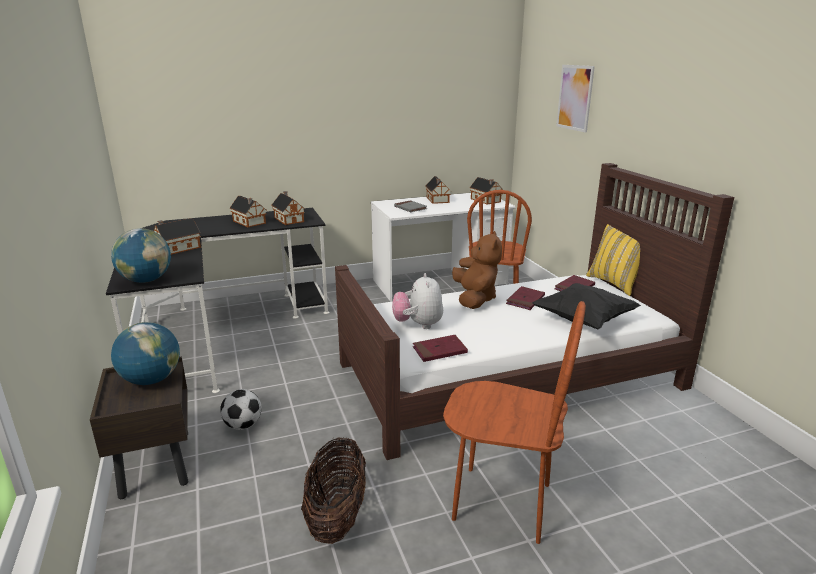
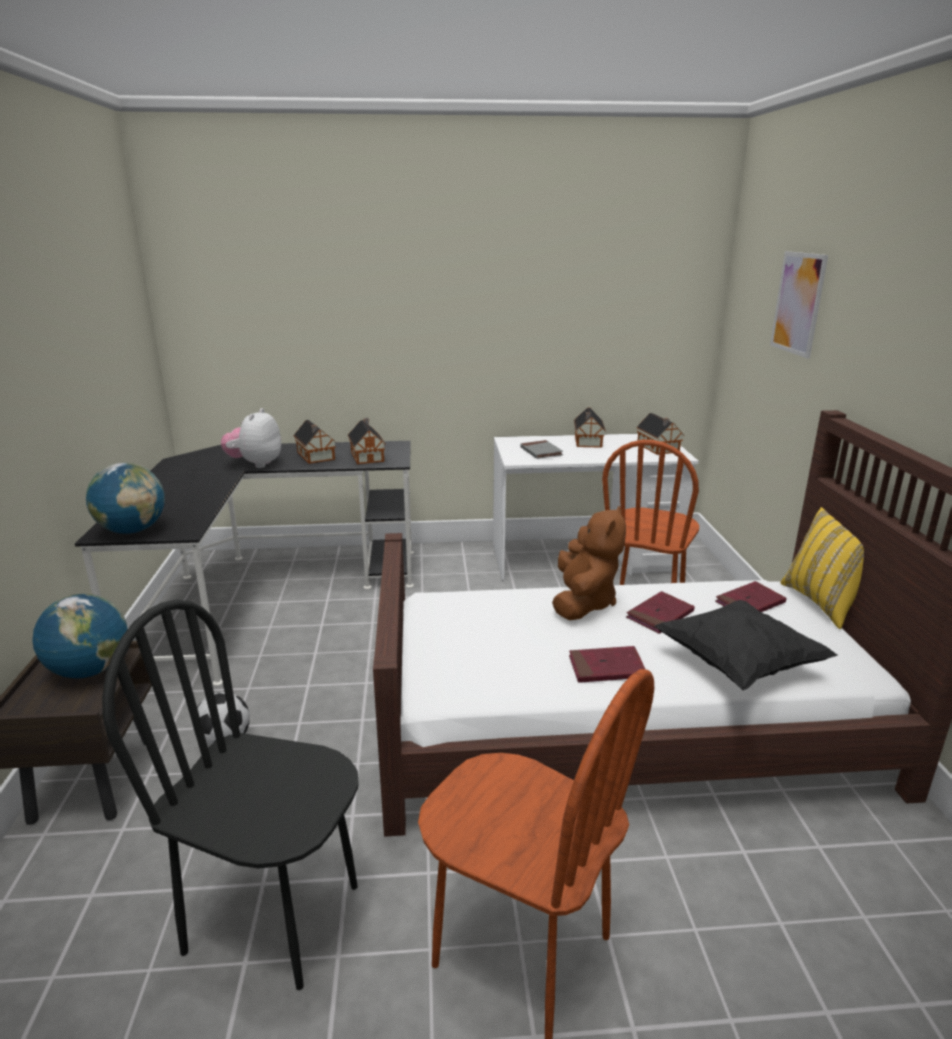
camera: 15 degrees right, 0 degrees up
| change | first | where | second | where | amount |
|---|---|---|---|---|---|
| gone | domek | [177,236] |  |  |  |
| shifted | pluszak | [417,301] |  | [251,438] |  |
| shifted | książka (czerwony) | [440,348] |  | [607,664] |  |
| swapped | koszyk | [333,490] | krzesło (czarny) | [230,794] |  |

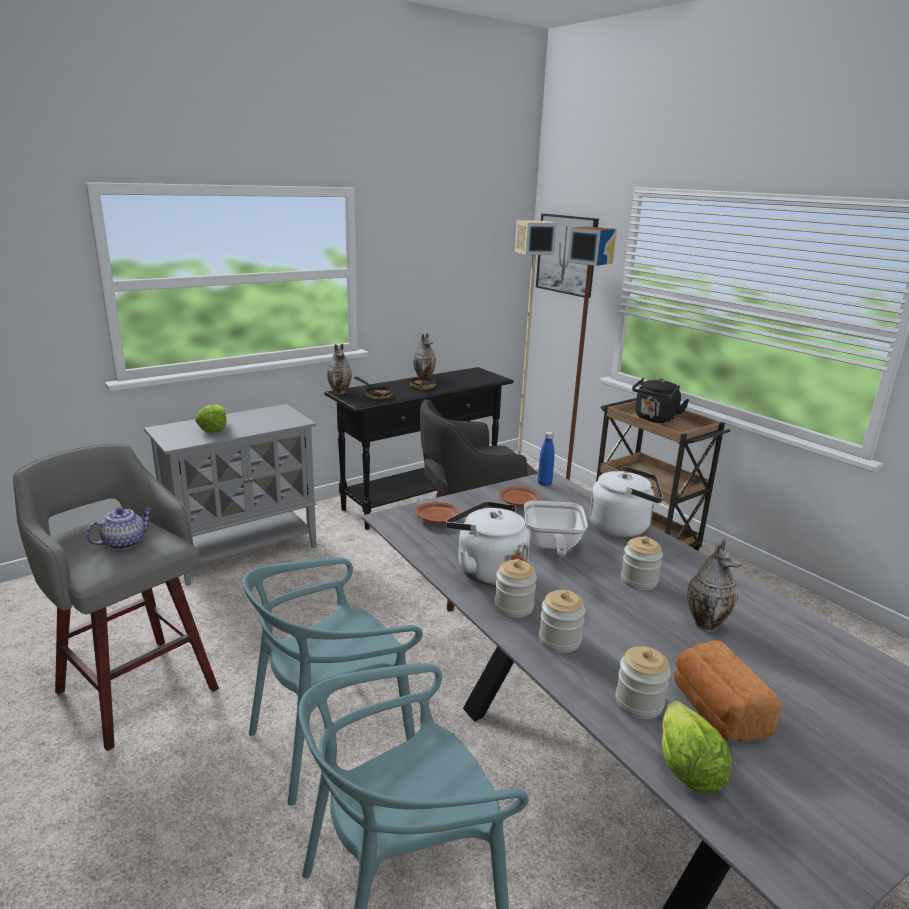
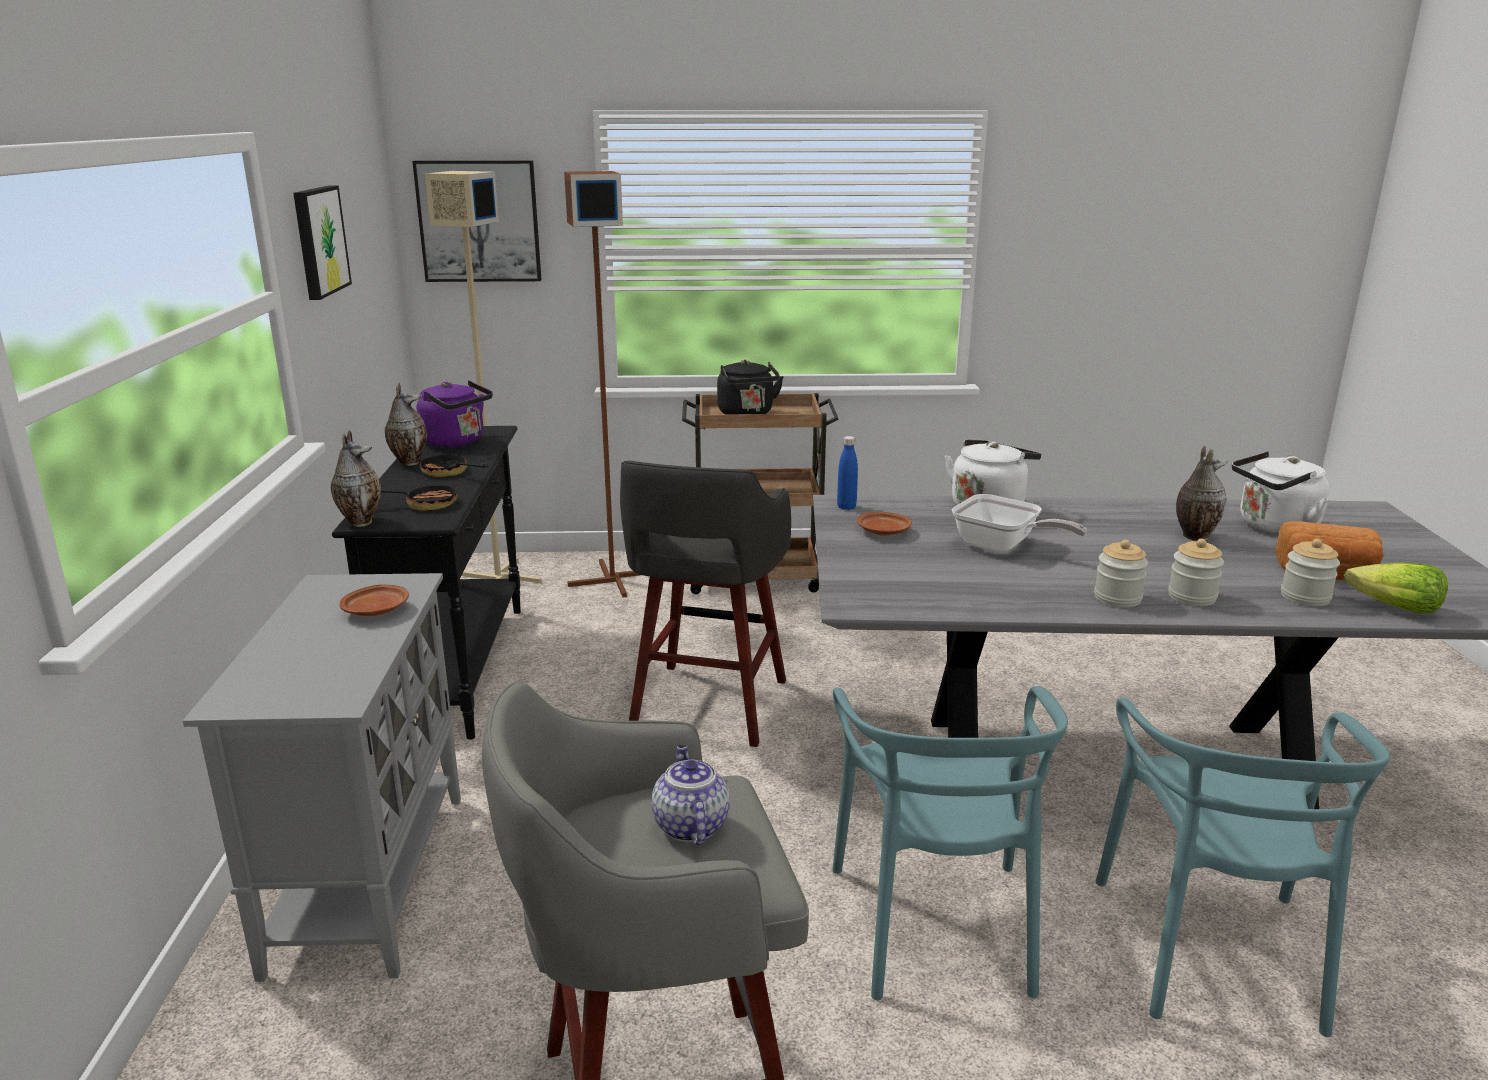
camera: 55 degrees left, 0 degrees up
| change | first | where | second | where | amount |
|---|---|---|---|---|---|
| gone | sałata | [211,418] |  |  |  |
| gone | słoik | [642,563] |  |  |  |
| new |  |  | obraz | [322,243] |  |
| new |  |  | czajnik (fioletowy) | [455,413] |  |
| shifted | talerz (brązowy) | [437,512] |  | [374,600] |  |
| shifted | czajnik (biały) | [488,543] |  | [1280,492] |  |

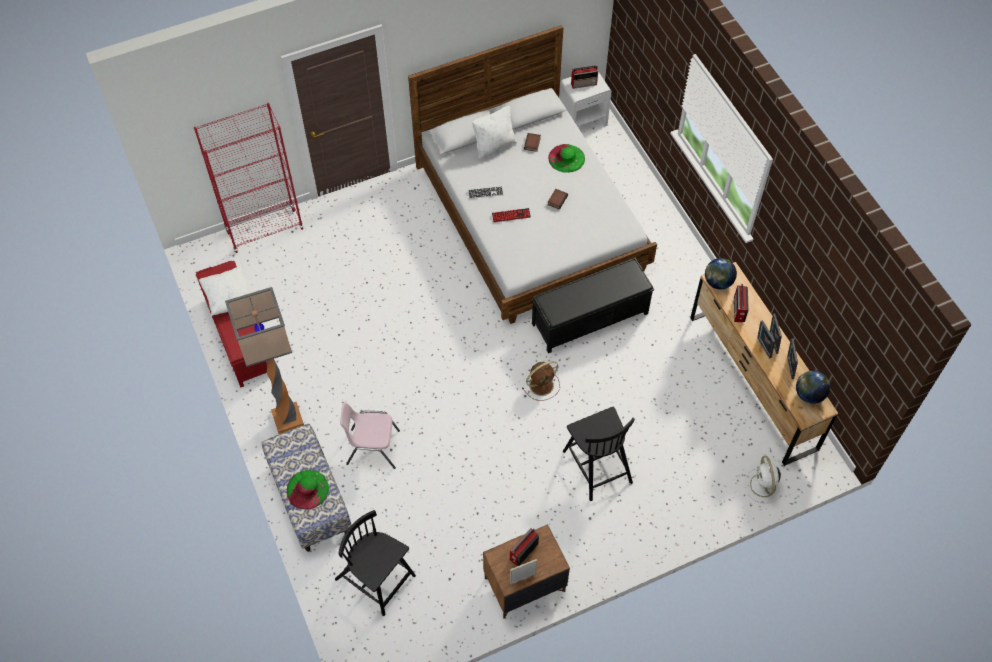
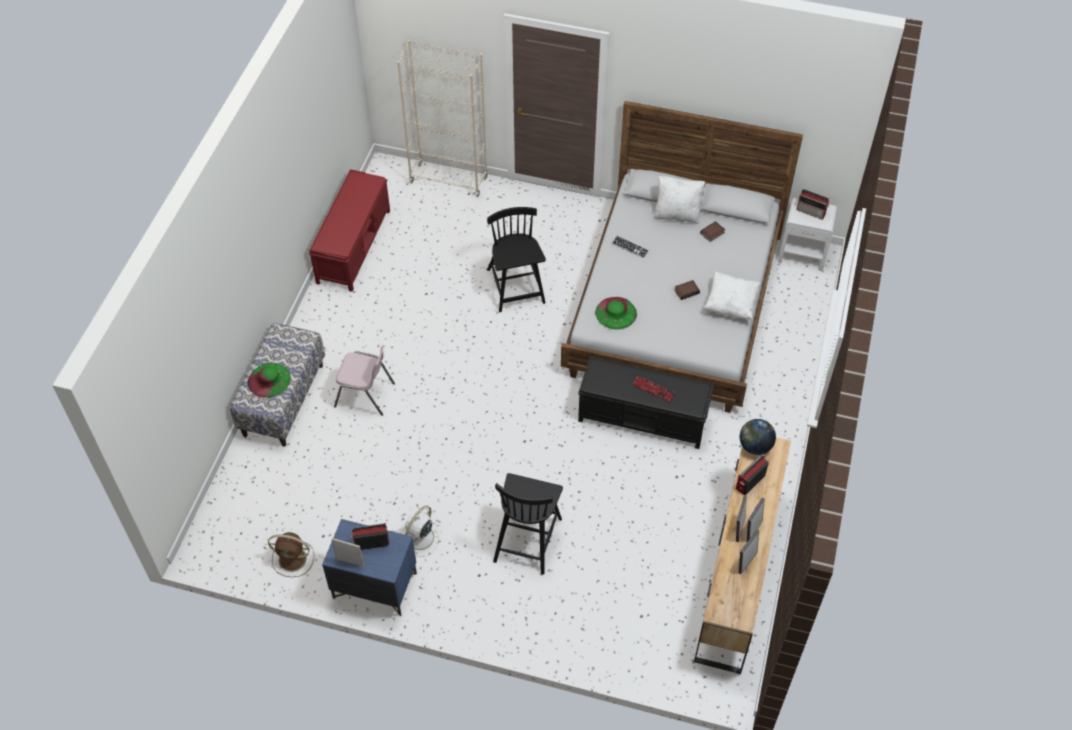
camera: 40 degrees right, 5 degrees down
| change | first | where | second | where | amount |
|---|---|---|---|---|---|
| gone | lampa stojąca | [264,360] |  |  |  |
| gone | globus | [813,387] |  |  |  |
| shifted | poduszka (biały) | [225,290] |  | [732,295] |  |
| shifted | krzesło (czarny) | [375,563] |  | [516,259] |  |
| shifted | klawiatura | [511,215] |  | [654,389] |  |
| shifted | wentylator (brązowy) | [541,381] |  | [291,554] |  |
| shifted | kapelusz (zielony) | [566,158] |  | [616,313] |  |
| shifted | wentylator (biały) | [764,479] |  | [419,531] |  |
| repainted | regał (czerwony) | [249,178] | regał (beżowy) | [442,118] |  |
| repainted | szafka nocna (brązowy) | [526,571] | szafka nocna (niebieski) | [369,567] |  |
| rotated | krzesło (różowy) | [370,435] |  | [364,380] | 150 degrees clockwise |

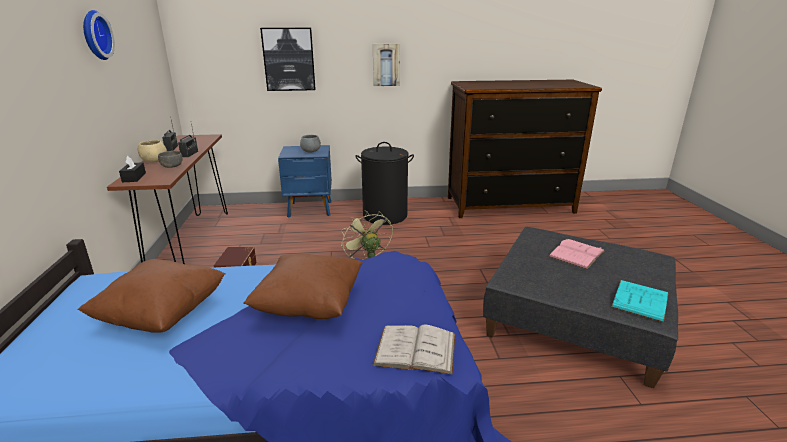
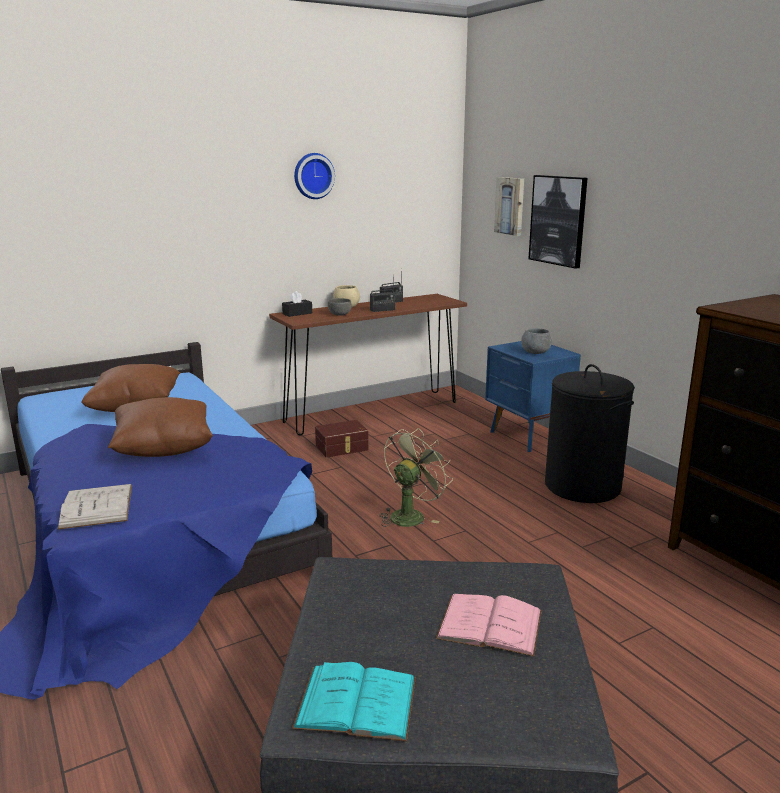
camera: 65 degrees right, 5 degrees down
| change | first | where | second | where | amount |
|---|---|---|---|---|---|
| shifted | obraz | [386,65] |  | [509,206] |  |

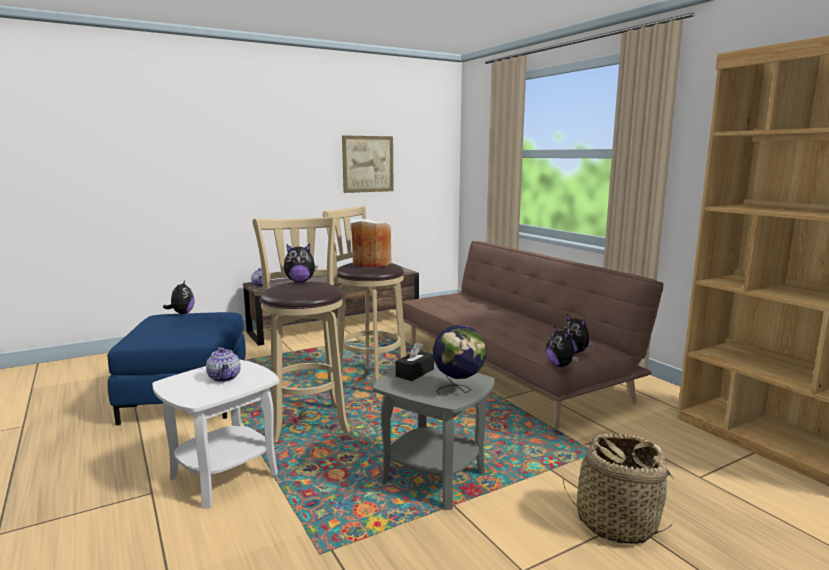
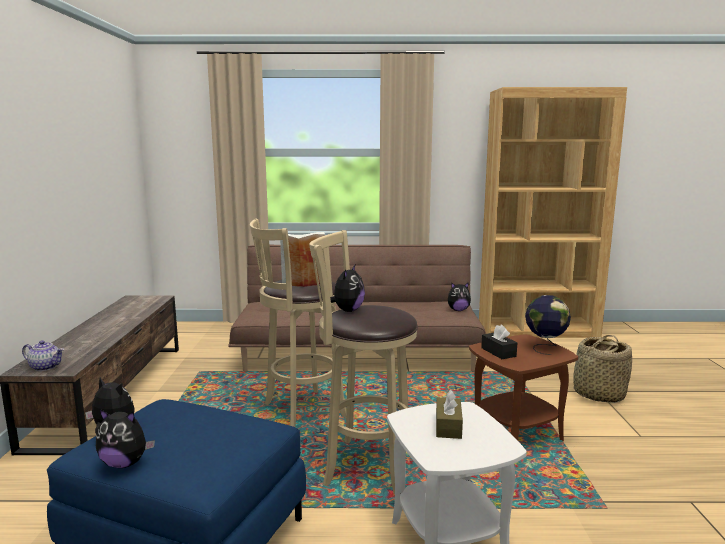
camera: 60 degrees left, 0 degrees up
| change | first | where | second | where | amount |
|---|---|---|---|---|---|
| gone | obraz | [368,164] |  |  |  |
| shifted | pluszak | [562,346] |  | [125,438] |  |
| swapped | imbryk | [223,364] | pudełko chusteczek (brązowy) | [449,414] |  |
| repainted | stolik (szary) | [434,436] | stolik (brązowy) | [523,388] |  |

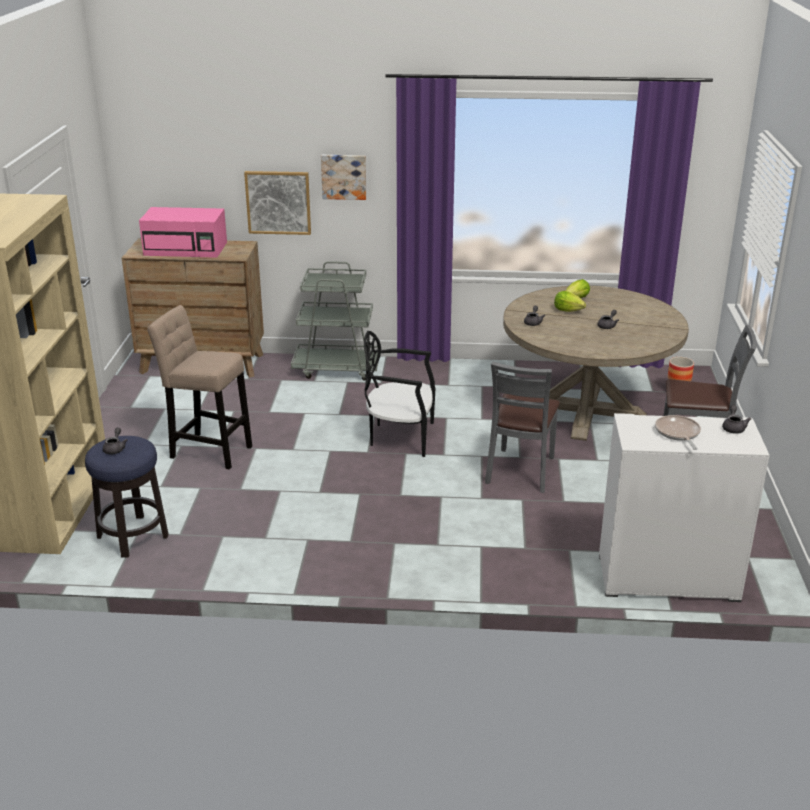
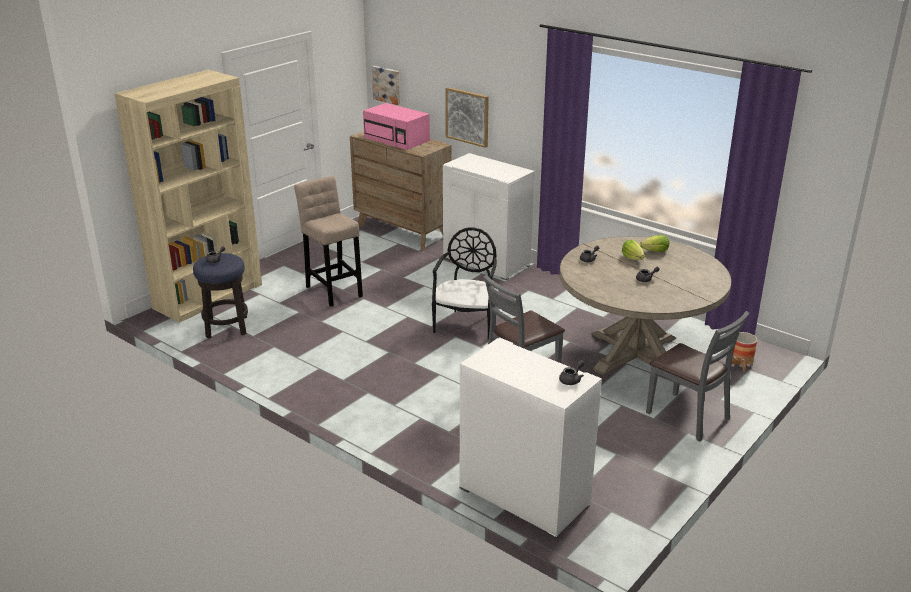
camera: 35 degrees right, 0 degrees up
| change | first | where | second | where | amount |
|---|---|---|---|---|---|
| gone | patelnia | [678,432] |  |  |  |
| shifted | obraz | [343,177] |  | [386,85] |  |
| swapped | wózek (szary) | [335,320] | szafka (biały) | [489,216] |  |
| rotated | krzesło (czarny) | [399,394] |  | [465,283] | 60 degrees clockwise |

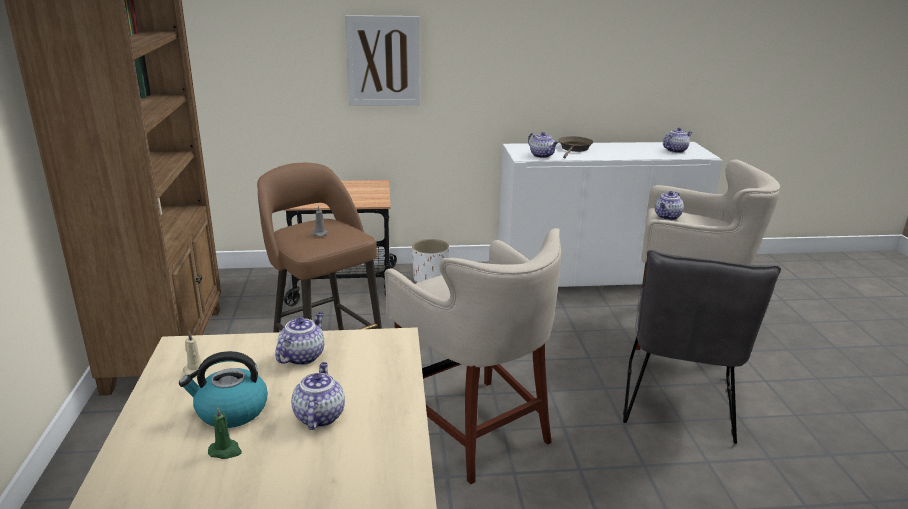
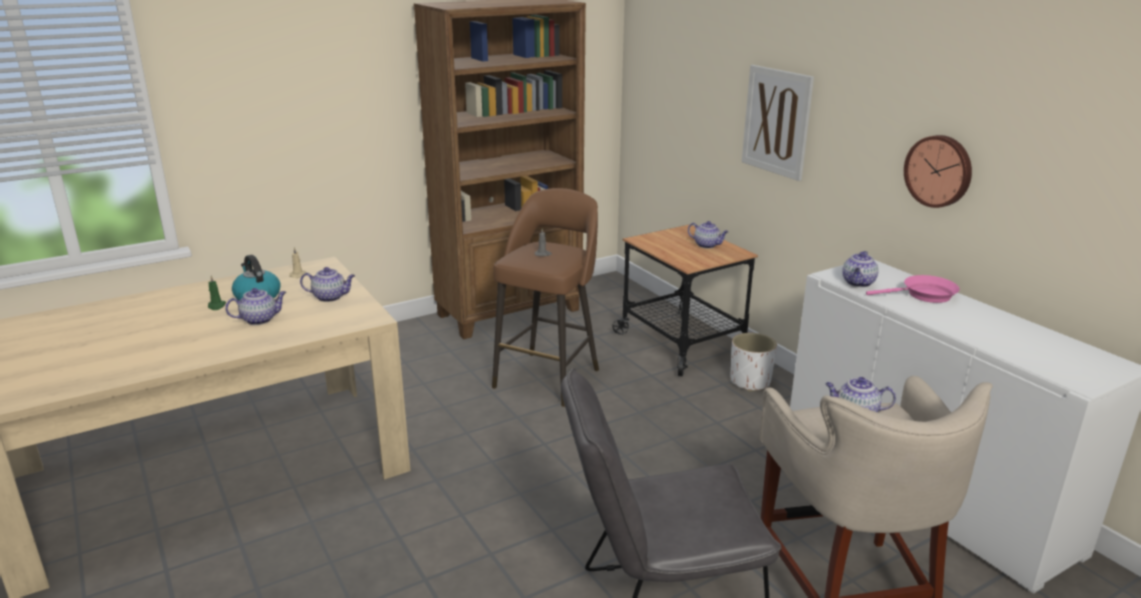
camera: 65 degrees right, 0 degrees up
| change | first | where | second | where | amount |
|---|---|---|---|---|---|
| gone | stołek (beżowy) | [472,356] |  |  |  |
| new |  |  | zegar ścienny | [938,171] |  |
| shifted | imbryk | [677,140] |  | [708,235] |  |
| repainted | patelnia (brązowy) | [575,147] | patelnia (różowy) | [913,289] |  |

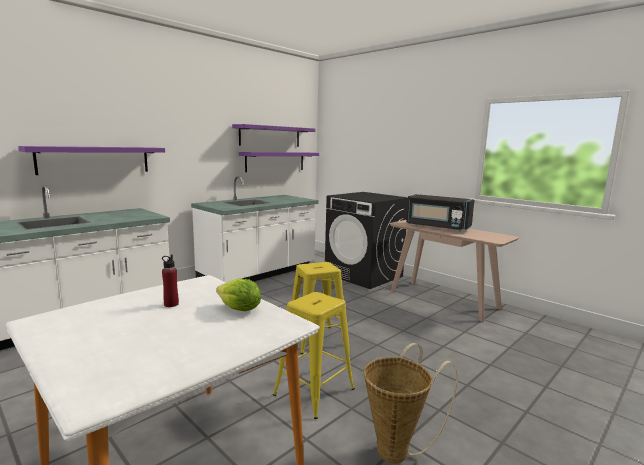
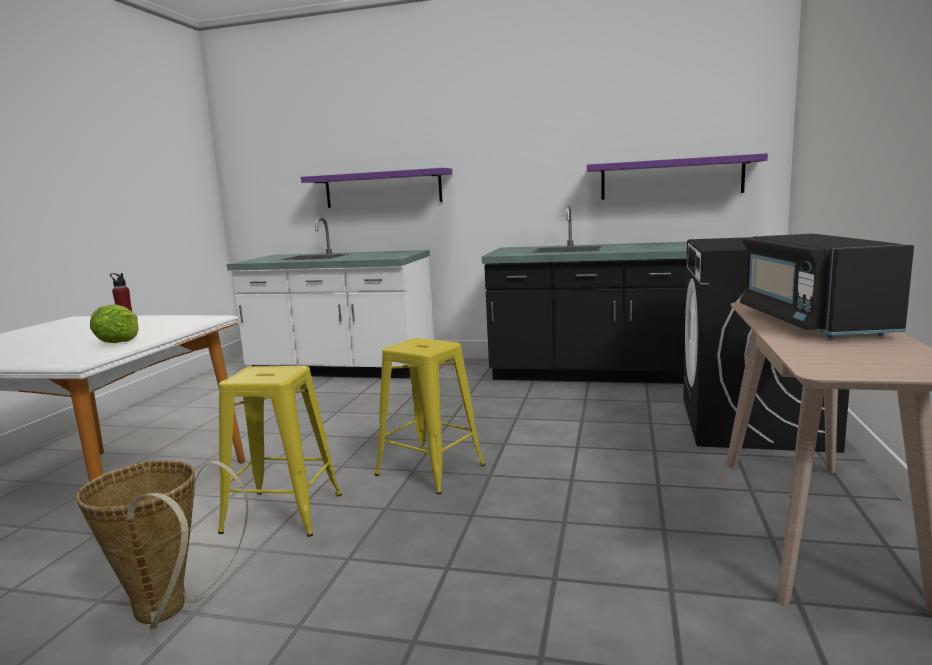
camera: 60 degrees right, 0 degrees up
| change | first | where | second | where | amount |
|---|---|---|---|---|---|
| gone | półka (fioletowy) | [273,135] |  |  |  |
| repainted | zabudowa kuchenna (biały) | [255,229] | zabudowa kuchenna (czarny) | [584,295] |  |

